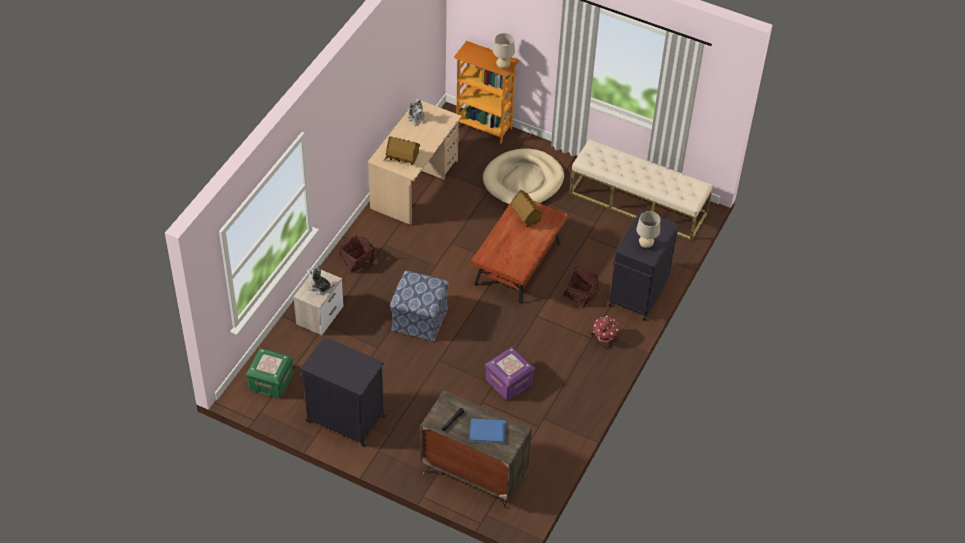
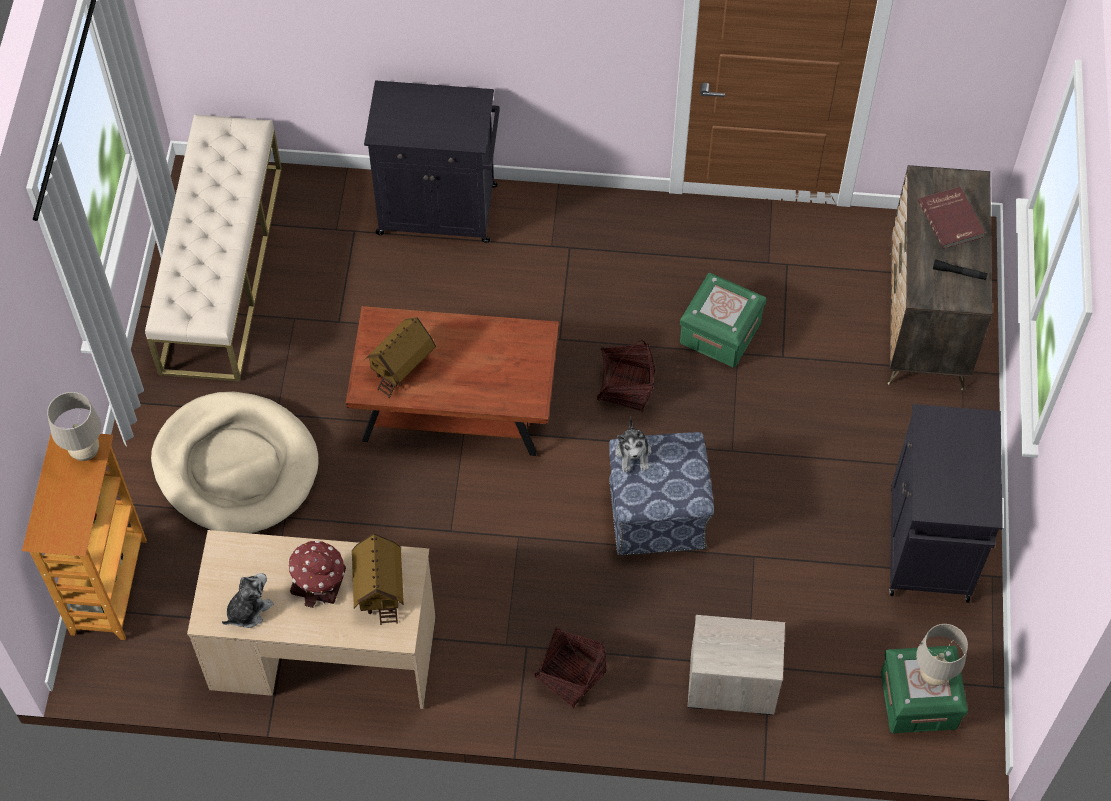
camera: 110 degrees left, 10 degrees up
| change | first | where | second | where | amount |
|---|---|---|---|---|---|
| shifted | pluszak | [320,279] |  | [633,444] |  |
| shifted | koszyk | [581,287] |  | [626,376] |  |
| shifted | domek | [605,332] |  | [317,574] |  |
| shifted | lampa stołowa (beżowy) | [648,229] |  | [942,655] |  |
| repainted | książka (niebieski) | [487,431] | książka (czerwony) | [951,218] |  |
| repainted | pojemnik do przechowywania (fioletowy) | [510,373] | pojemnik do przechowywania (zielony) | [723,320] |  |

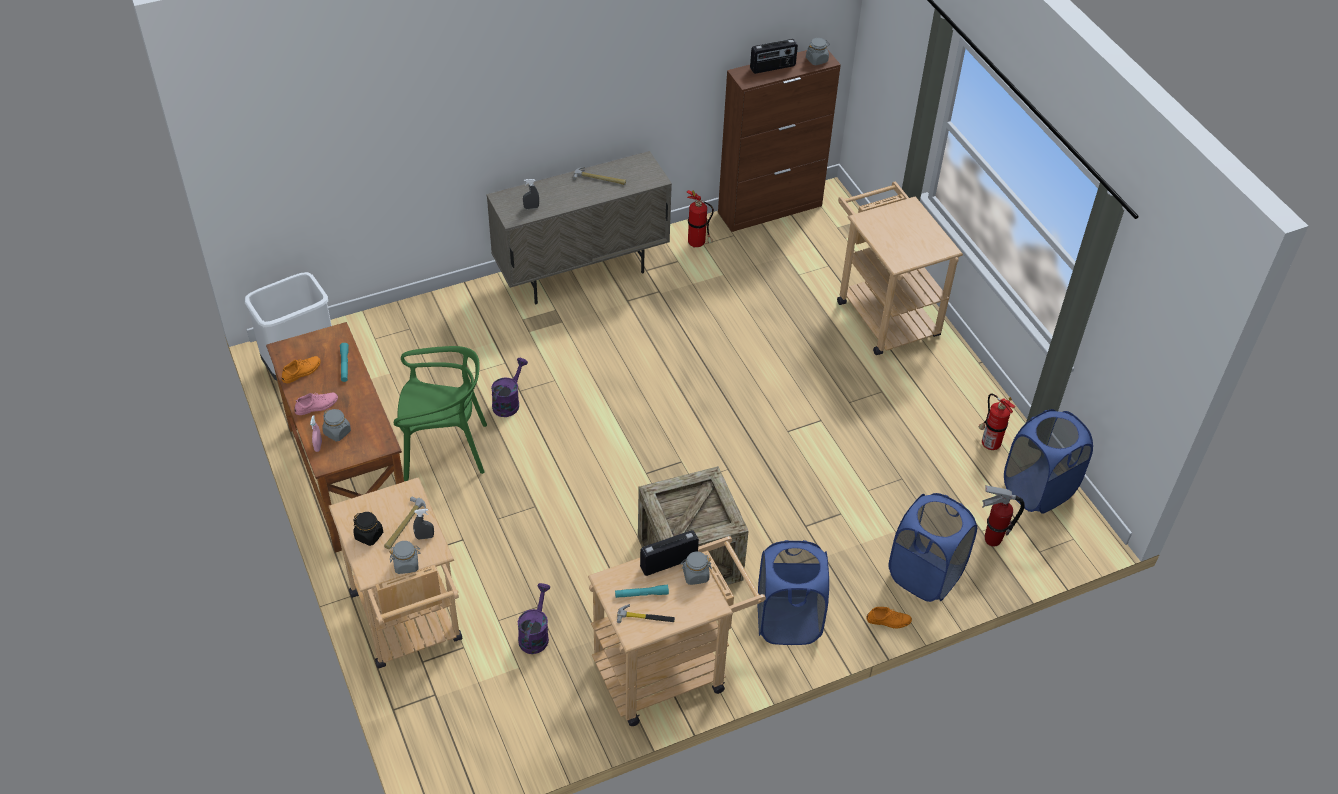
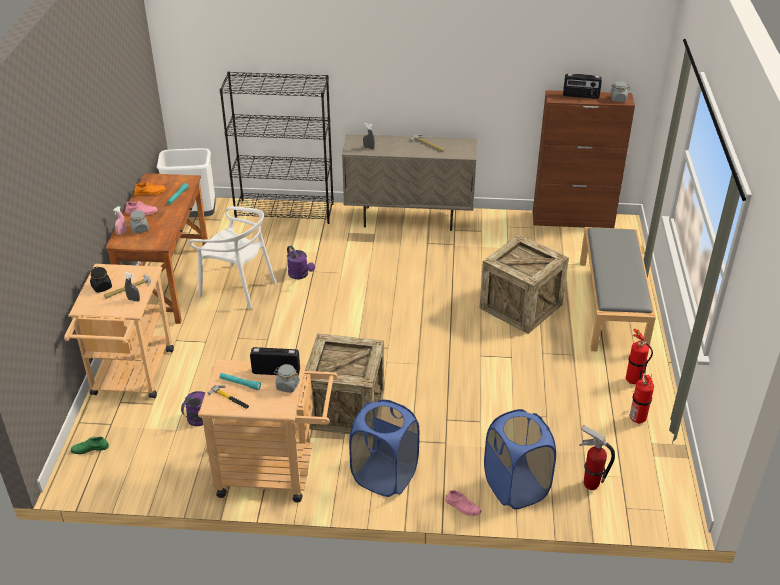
camera: 30 degrees right, 10 degrees down
| change | first | where | second | where | amount |
|---|---|---|---|---|---|
| gone | słoik (szary) | [405,557] |  |  |  |
| gone | kosz na pranie (niebieski) | [1048,461] |  |  |  |
| new |  |  | but (zielony) | [90,445] |  |
| new |  |  | regał (czarny) | [276,148] |  |
| new |  |  | skrzynka | [524,284] |  |
| shifted | gaśnica | [700,219] |  | [639,356] |  |
| swapped | wózek (beżowy) | [900,268] | ławka (szary) | [618,289] |  |
| repainted | krzesło (zielony) | [440,413] | krzesło (biały) | [232,257] |  |
| repainted | but (pomarańczowy) | [889,618] | but (różowy) | [463,503] |  |
| rotated | konewka (fioletowy) | [509,387] |  | [301,262] | 90 degrees clockwise |

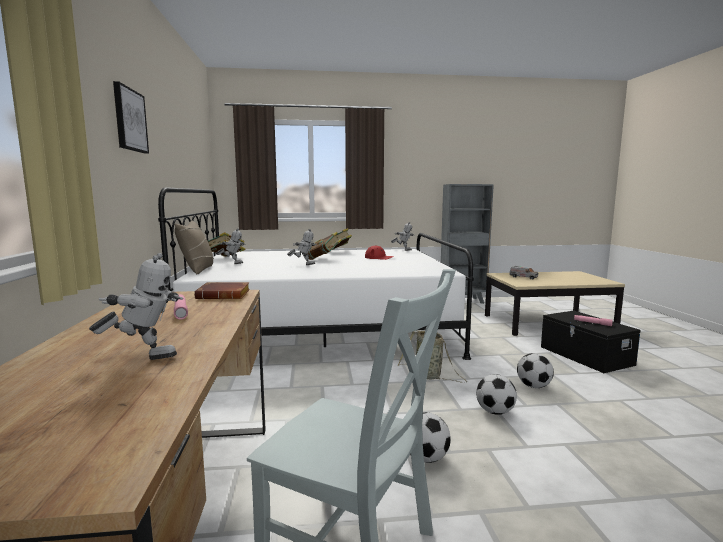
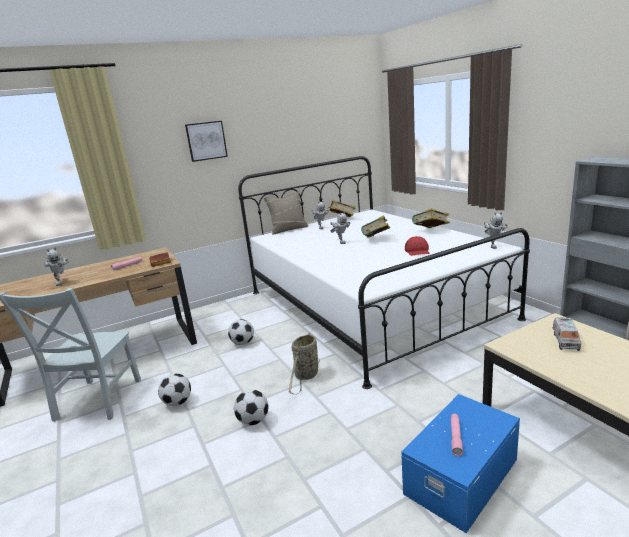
camera: 70 degrees right, 10 degrees up
| change | first | where | second | where | amount |
|---|---|---|---|---|---|
| shifted | piłka futbolowa | [535,370] |  | [241,332] |  |
| repainted | pojemnik do przechowywania (czarny) | [590,342] | pojemnik do przechowywania (niebieski) | [460,463] |  |

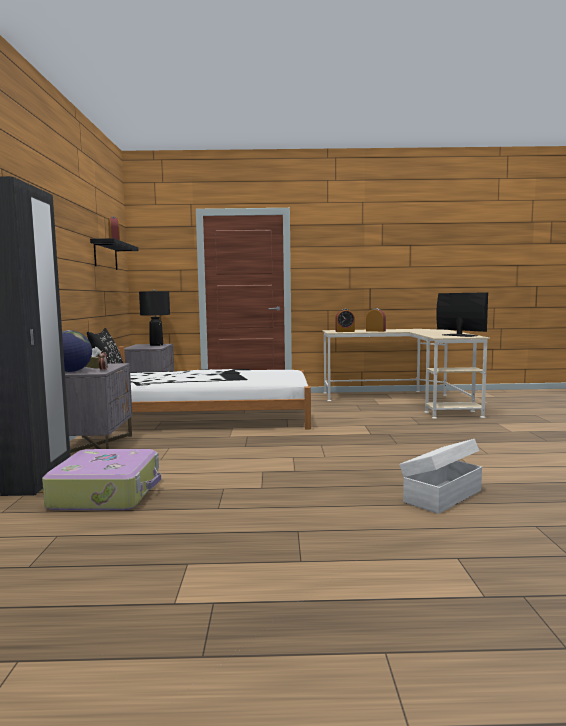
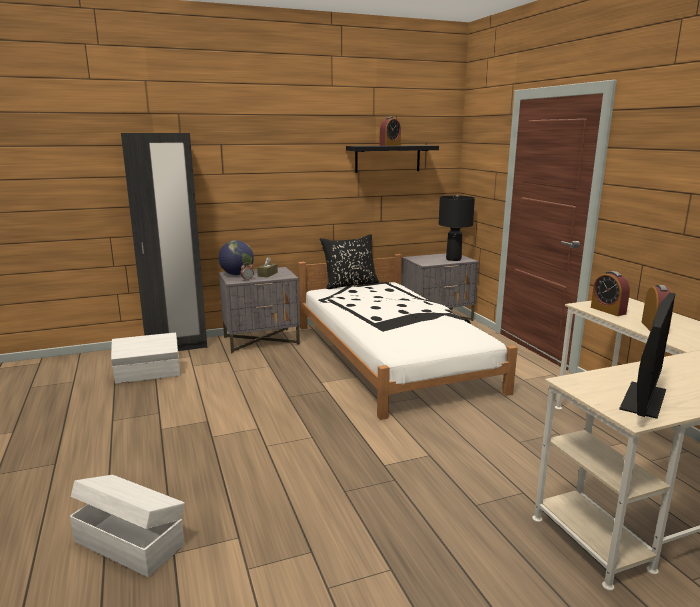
camera: 70 degrees right, 10 degrees up
| change | first | where | second | where | amount |
|---|---|---|---|---|---|
| swapped | walizka | [101,479] | pojemnik do przechowywania (biały) | [145,358] |  |

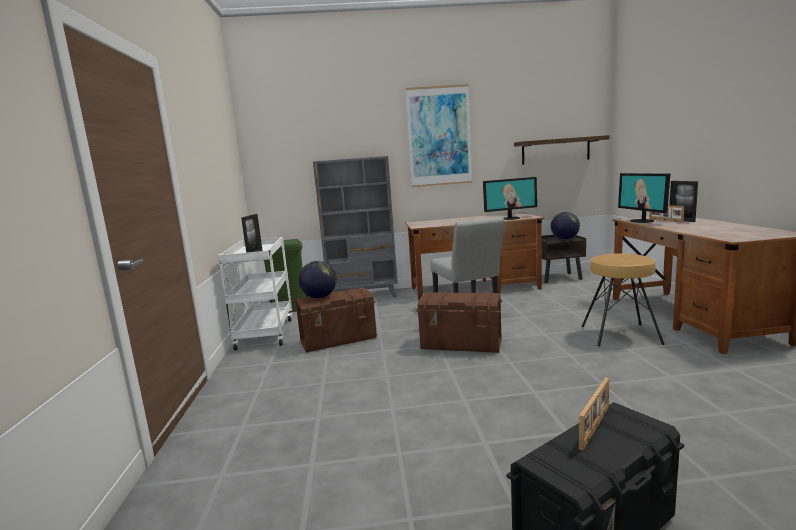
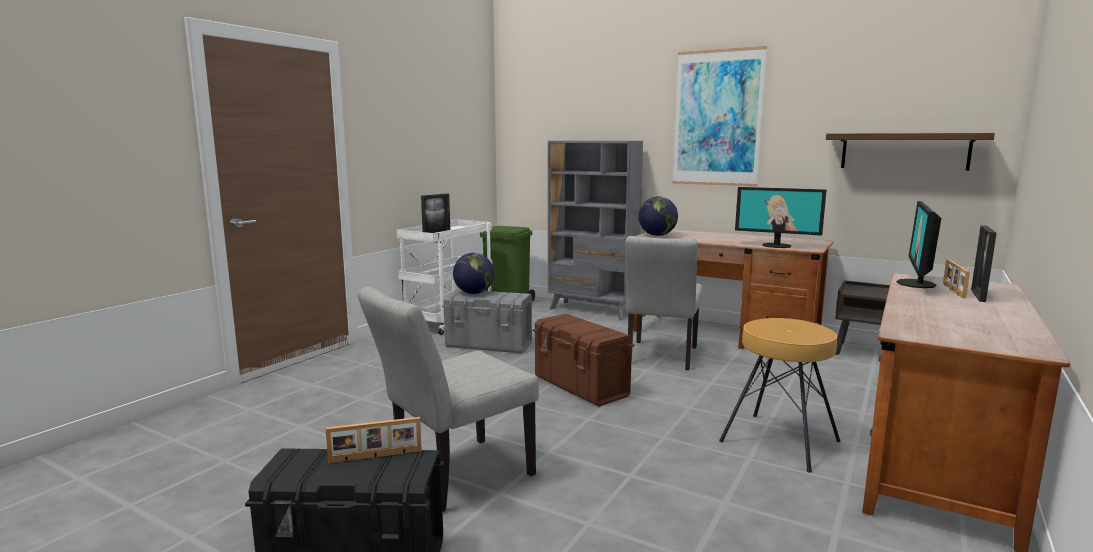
camera: 35 degrees right, 0 degrees up
| change | first | where | second | where | amount |
|---|---|---|---|---|---|
| new |  |  | krzesło (szary) | [448,399] |  |
| shifted | globus | [565,226] |  | [658,216] |  |
| repainted | pojemnik do przechowywania (brązowy) | [336,319] | pojemnik do przechowywania (szary) | [487,321] |  |

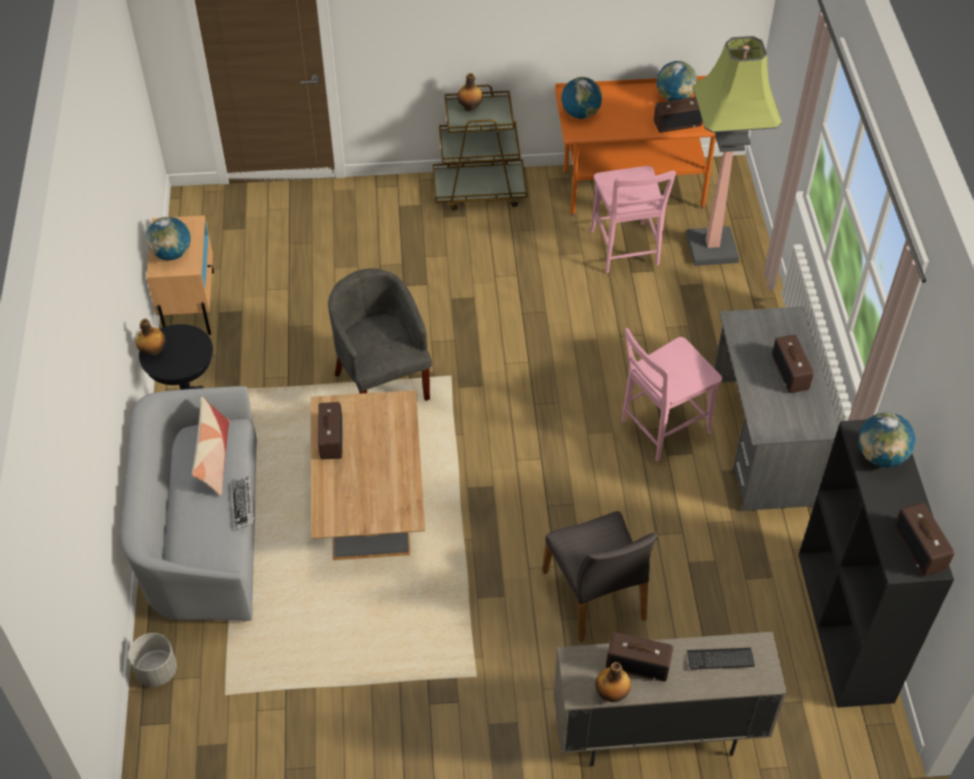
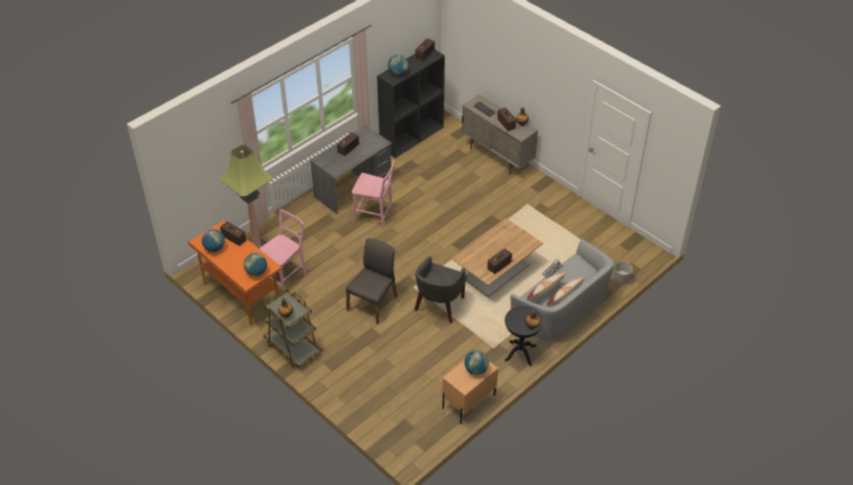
camera: 130 degrees left, 5 degrees down
| change | first | where | second | where | amount |
|---|---|---|---|---|---|
| new |  |  | poduszka | [565,291] |  |
| shifted | krzesło (szary) | [600,576] |  | [371,281] |  |

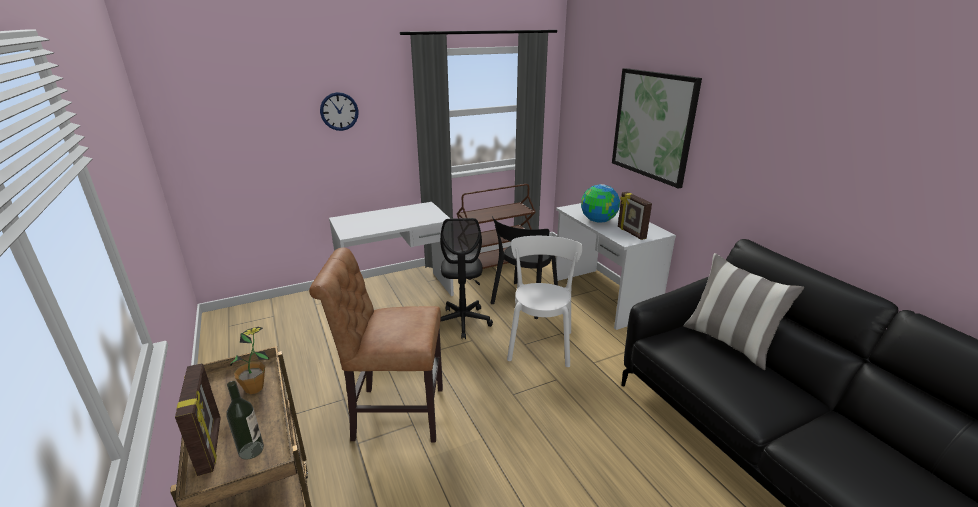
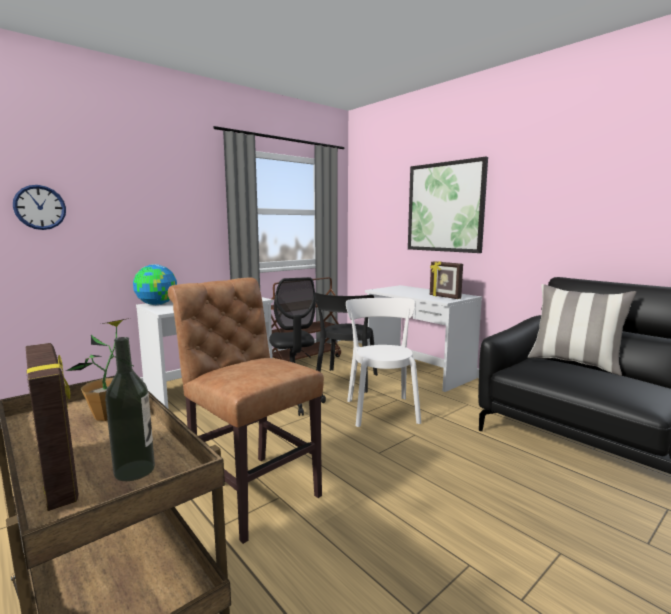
camera: 15 degrees left, 15 degrees down
| change | first | where | second | where | amount |
|---|---|---|---|---|---|
| shifted | zegar ścienny | [339,111] |  | [39,207] |  |
| shifted | globus | [600,203] |  | [155,284] |  |
| rotated | krzesło (brązowy) | [376,344] |  | [246,410] | 60 degrees clockwise |

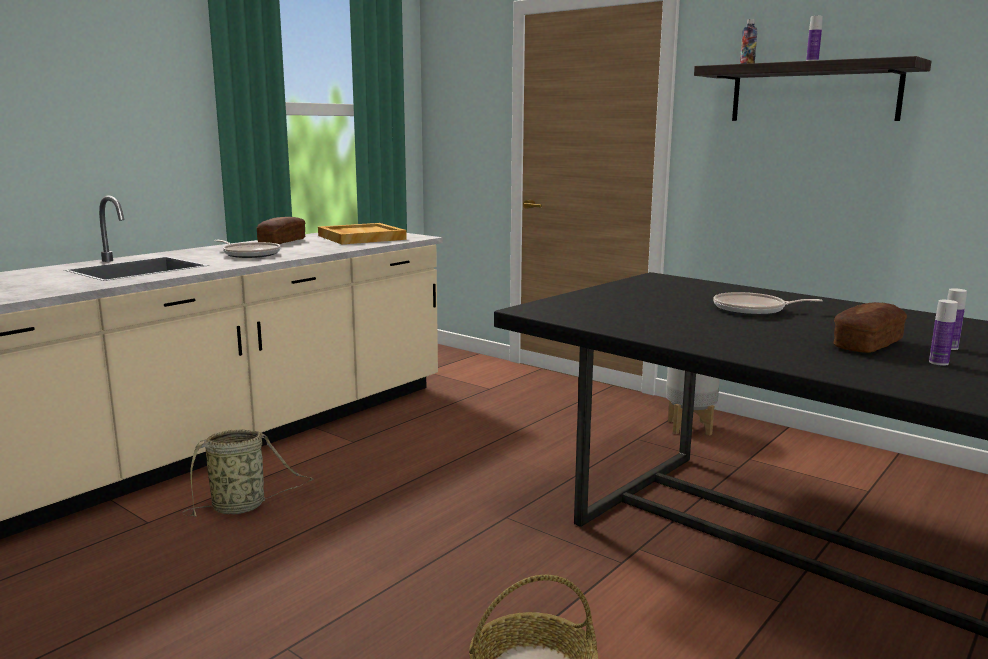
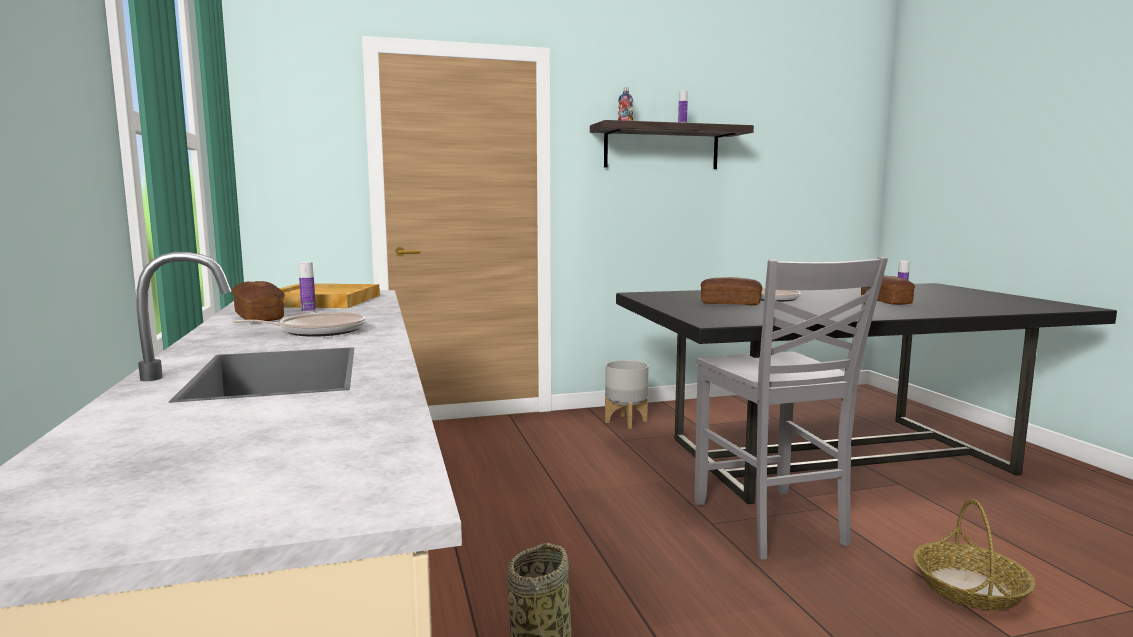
camera: 55 degrees left, 5 degrees down
| change | first | where | second | where | amount |
|---|---|---|---|---|---|
| new |  |  | krzesło (szary) | [791,408] |  |
| new |  |  | chleb | [732,291] |  |
| shifted | butelka | [943,333] |  | [307,287] |  |

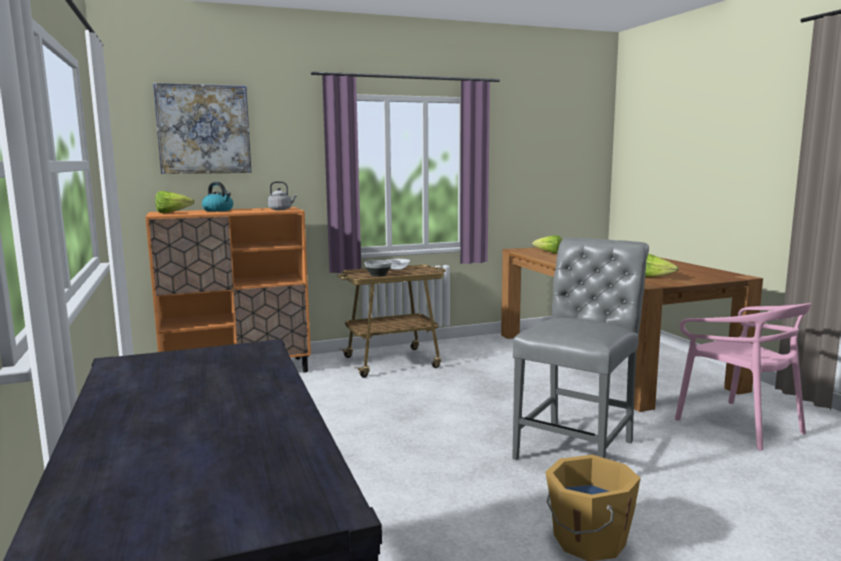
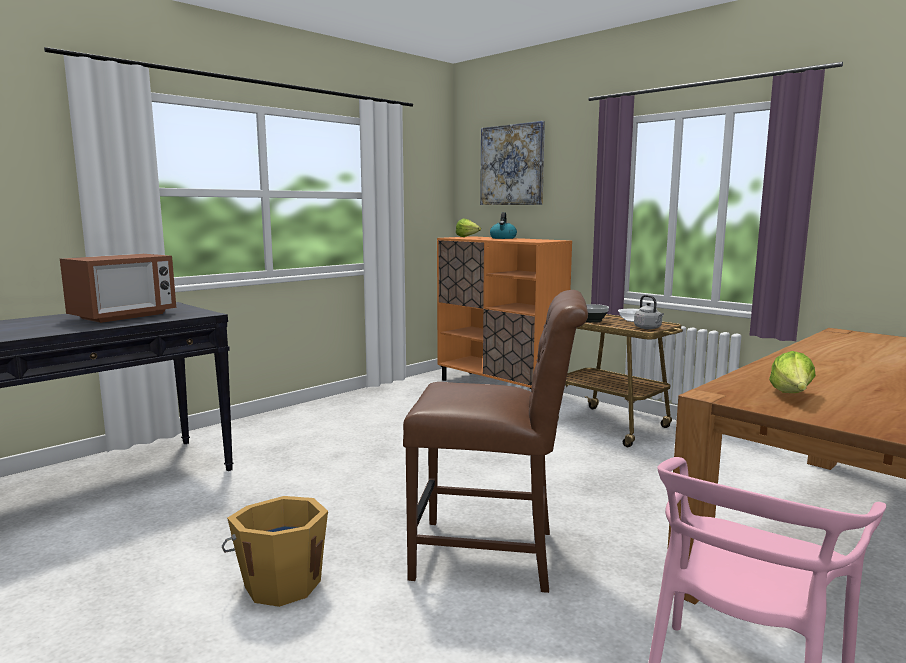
camera: 65 degrees right, 0 degrees up
| change | first | where | second | where | amount |
|---|---|---|---|---|---|
| gone | sałata | [547,244] |  |  |  |
| new |  |  | mikrofalówka | [118,288] |  |
| shifted | czajnik (szary) | [282,195] |  | [649,312] |  |
| repainted | krzesło (szary) | [580,349] | krzesło (brązowy) | [495,441] |  |

